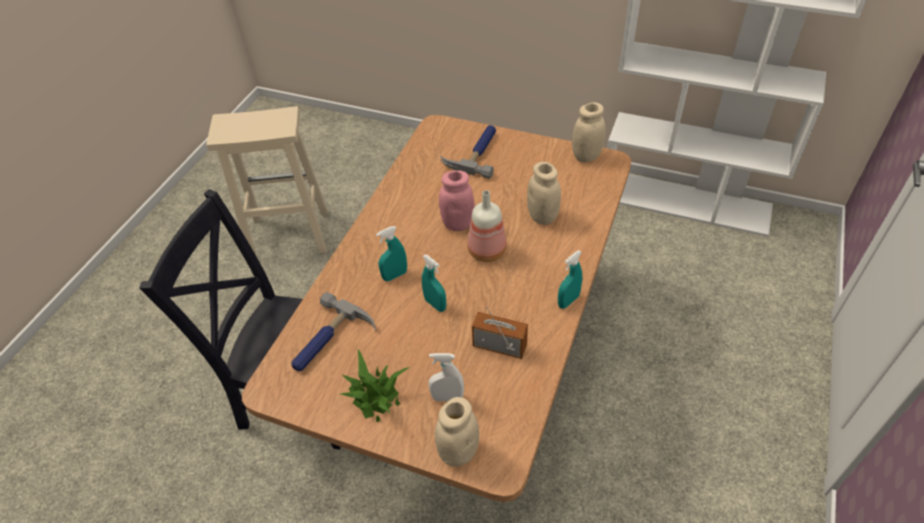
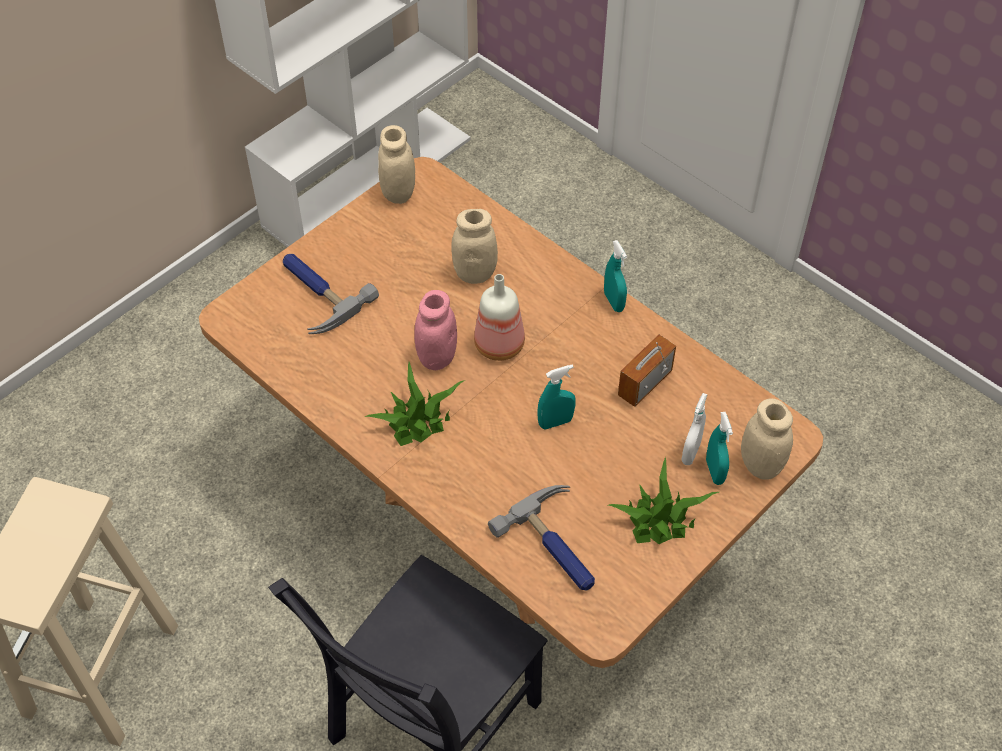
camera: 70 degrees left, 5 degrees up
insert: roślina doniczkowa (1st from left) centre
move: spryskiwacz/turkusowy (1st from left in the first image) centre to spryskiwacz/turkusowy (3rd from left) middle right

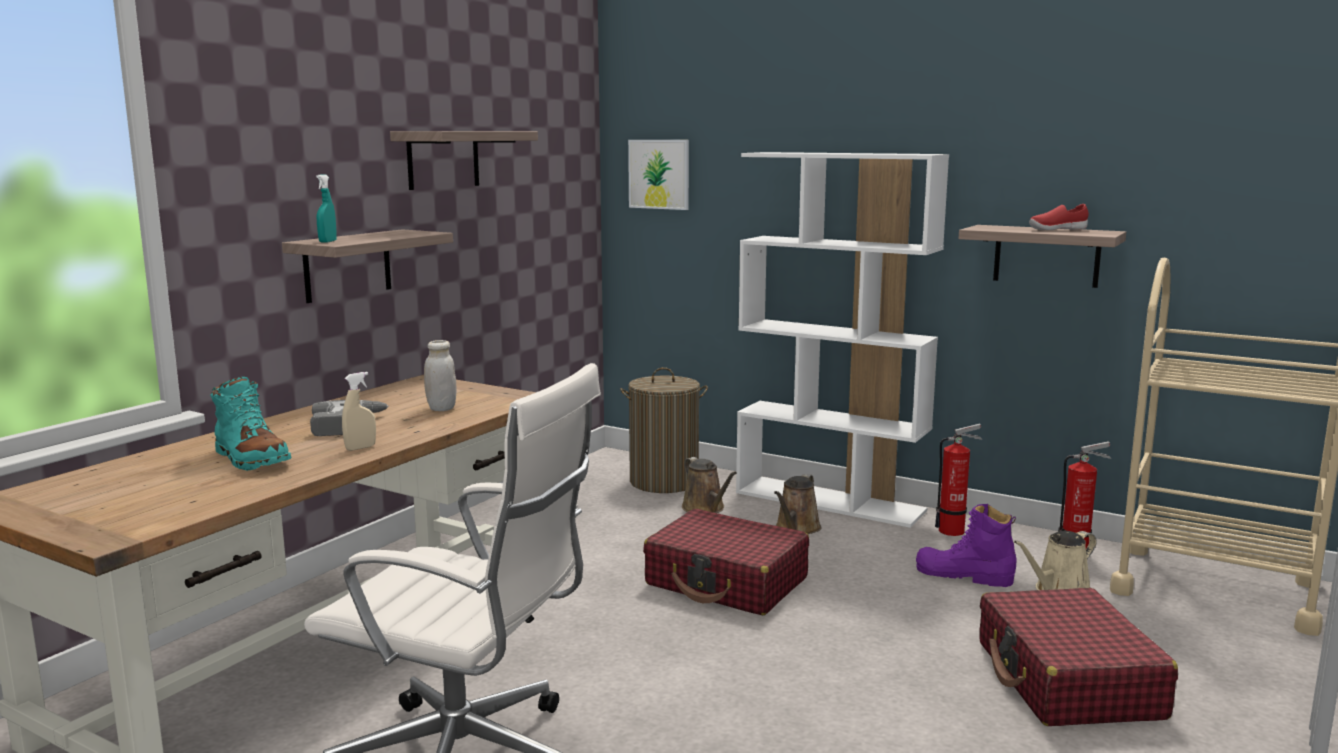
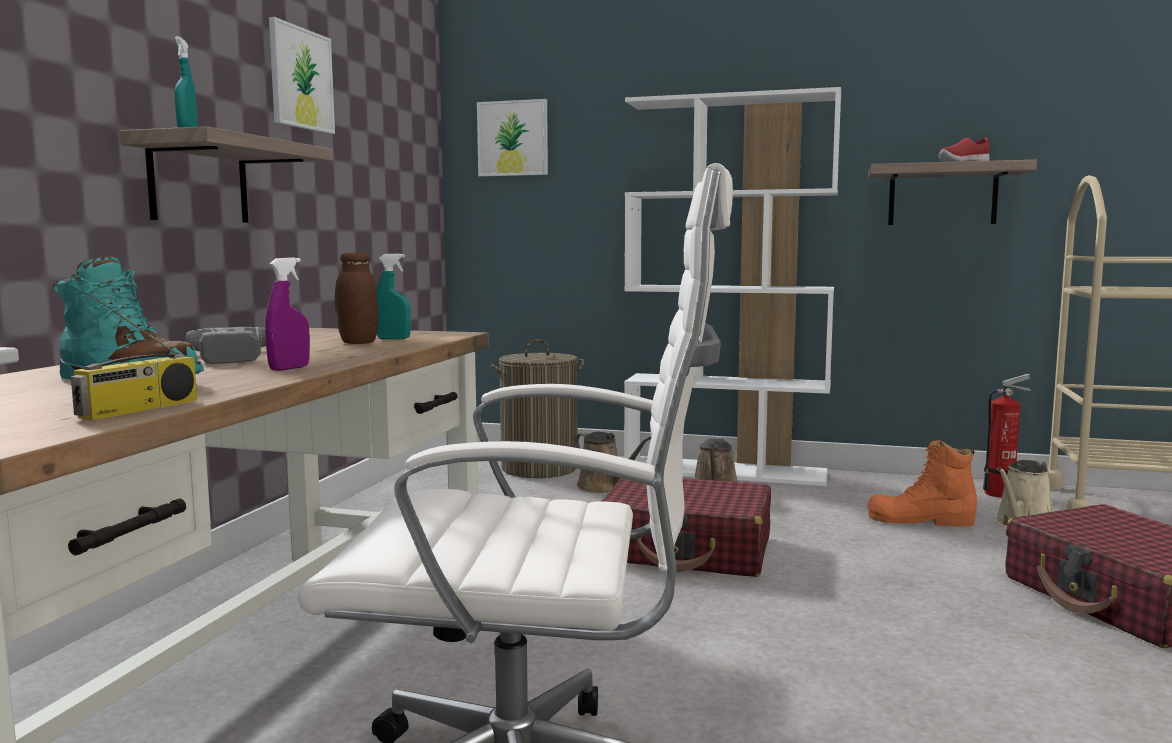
camera: 15 degrees left, 5 degrees down
delete: gaśnica (1st from left) middle right
insert: radio middle left; spryskiwacz/turkusowy (2nd from left) centre
replace: półka (2nd from left) top centre to obraz (1st from left) top left
recolor: spryskiwacz/beżowy middle left to spryskiwacz/fioletowy middle left; słoik/biały middle left to słoik/brązowy middle left; but z cholewką/fioletowy bottom right to but z cholewką/pomarańczowy middle right

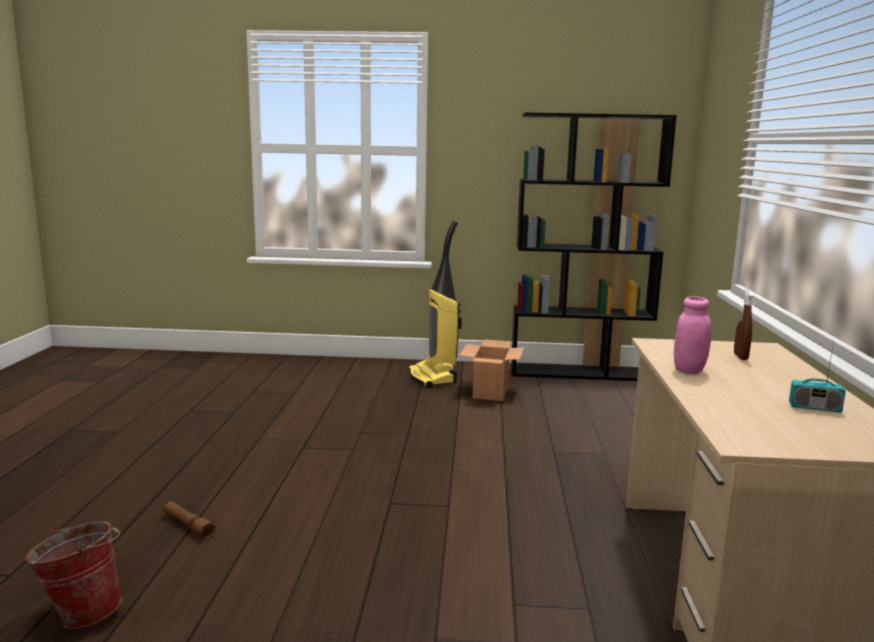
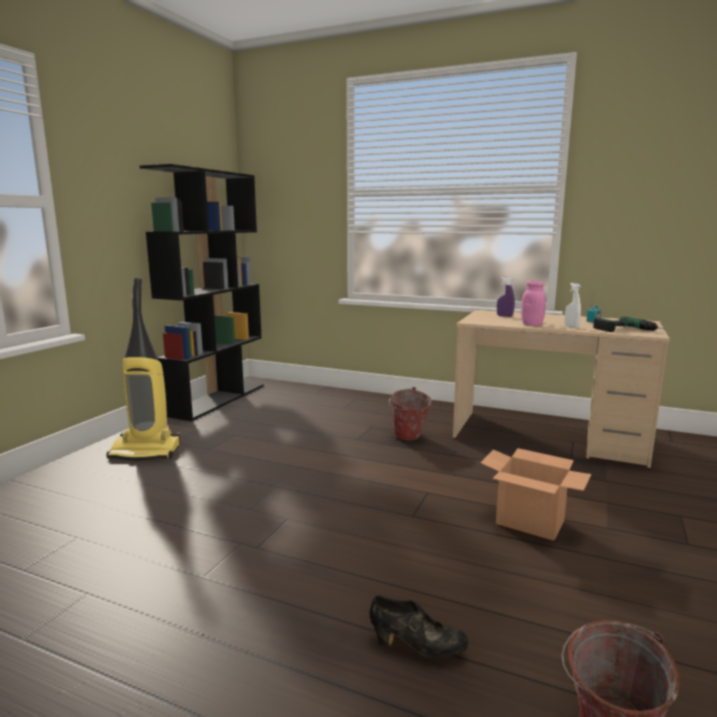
camera: 70 degrees left, 0 degrees up
insert: wiadro (1st from left) centre; spryskiwacz/biały middle right; wiertarka middle right
move: karton centre to bottom right
replace: latarka/brązowy bottom left to but/czarny bottom centre
recolor: spryskiwacz/brązowy middle right to spryskiwacz/fioletowy middle right

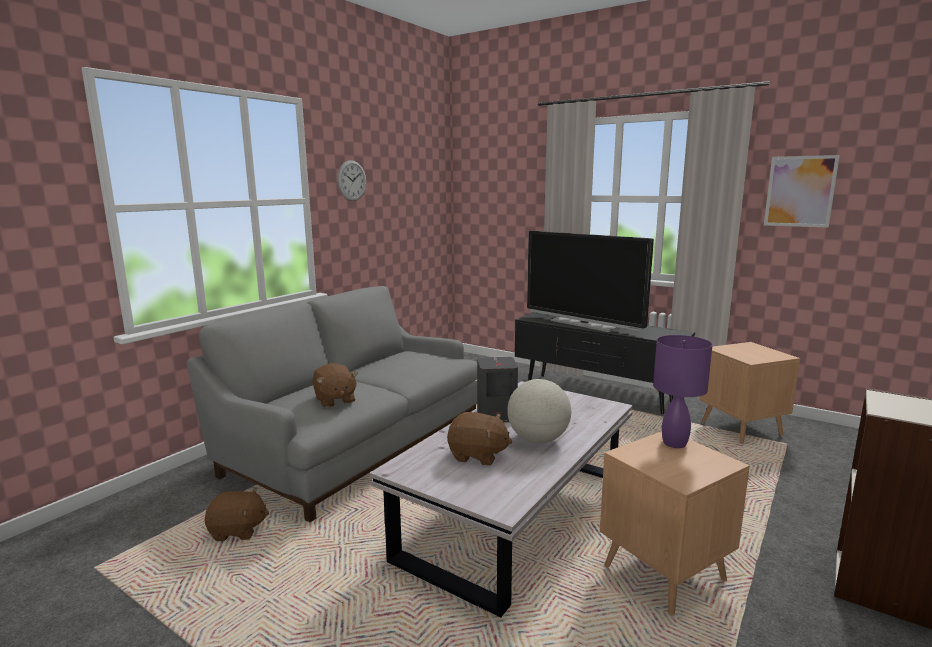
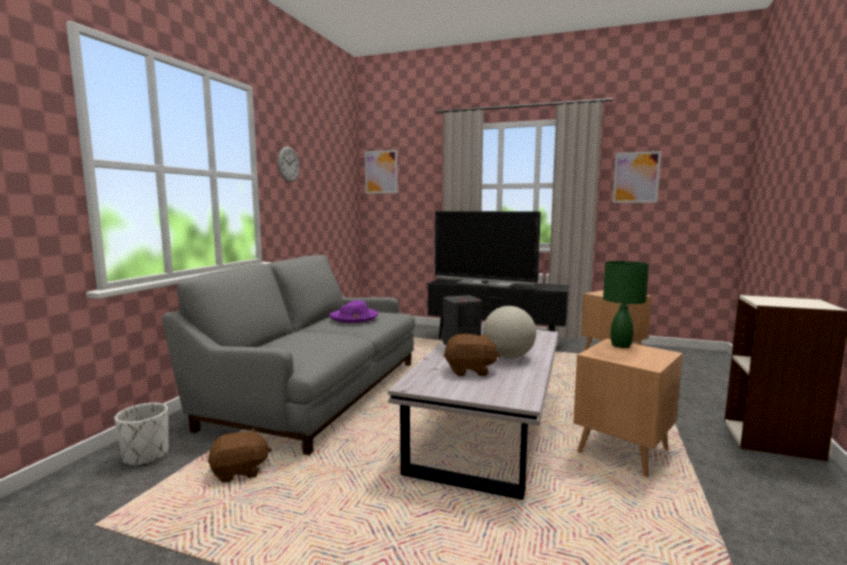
camera: 15 degrees left, 5 degrees down
delete: pluszak/brązowy (2nd from left) centre
insert: donica/biały bottom left; kapelusz/fioletowy centre; obraz (1st from left) top centre
recolor: lampa stołowa/fioletowy middle right to lampa stołowa/zielony middle right

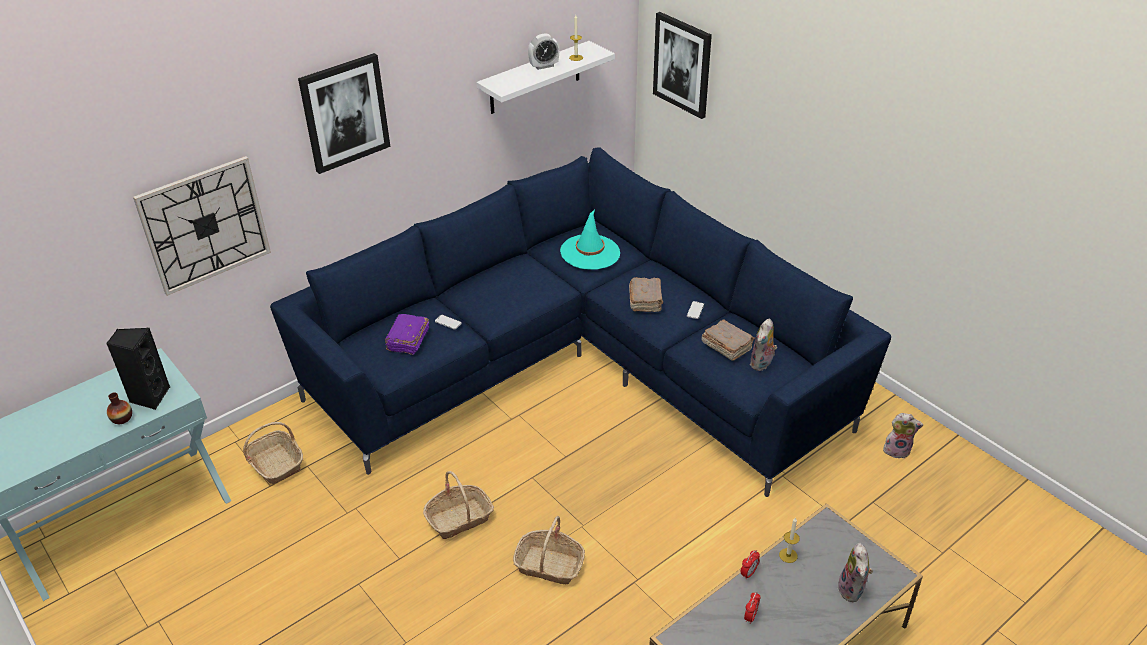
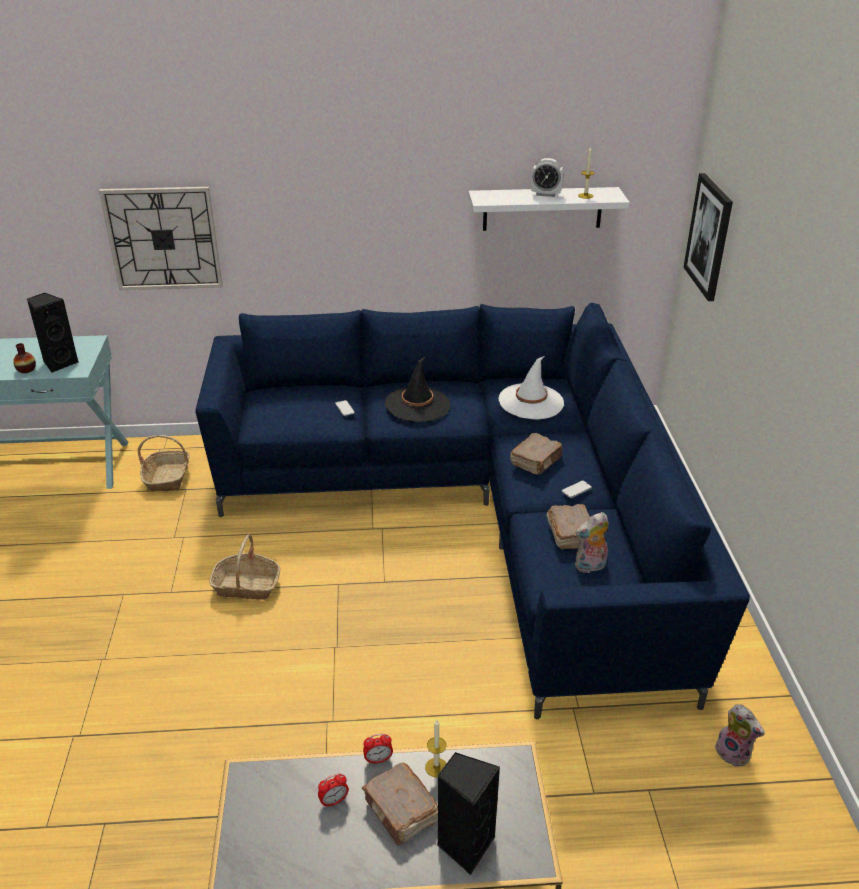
camera: 35 degrees right, 5 degrees down
delete: obraz (1st from left) top left; książka/fioletowy centre; koszyk (3rd from left) bottom centre
insert: książka/brązowy (1st from left) bottom centre; kapelusz/czarny centre
replace: pluszak (2nd from left) bottom right to głośnik/czarny (2nd from left) bottom centre
recolor: kapelusz/turkusowy centre to kapelusz/biały centre

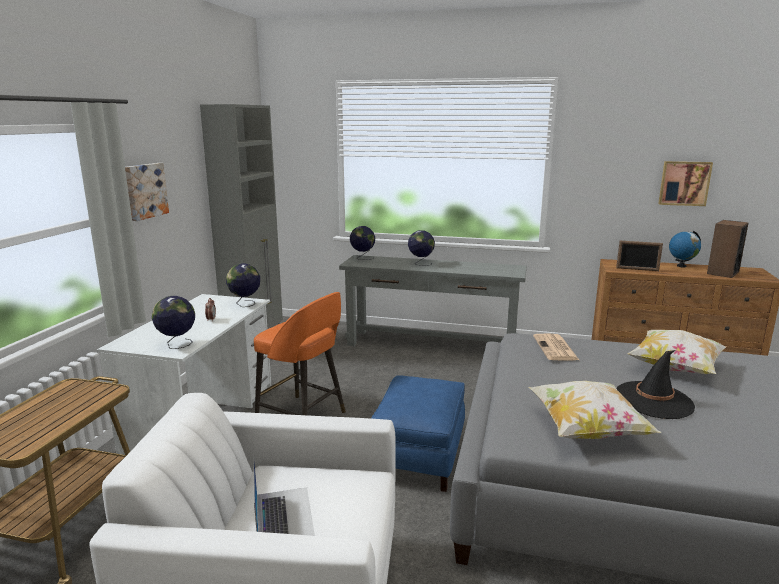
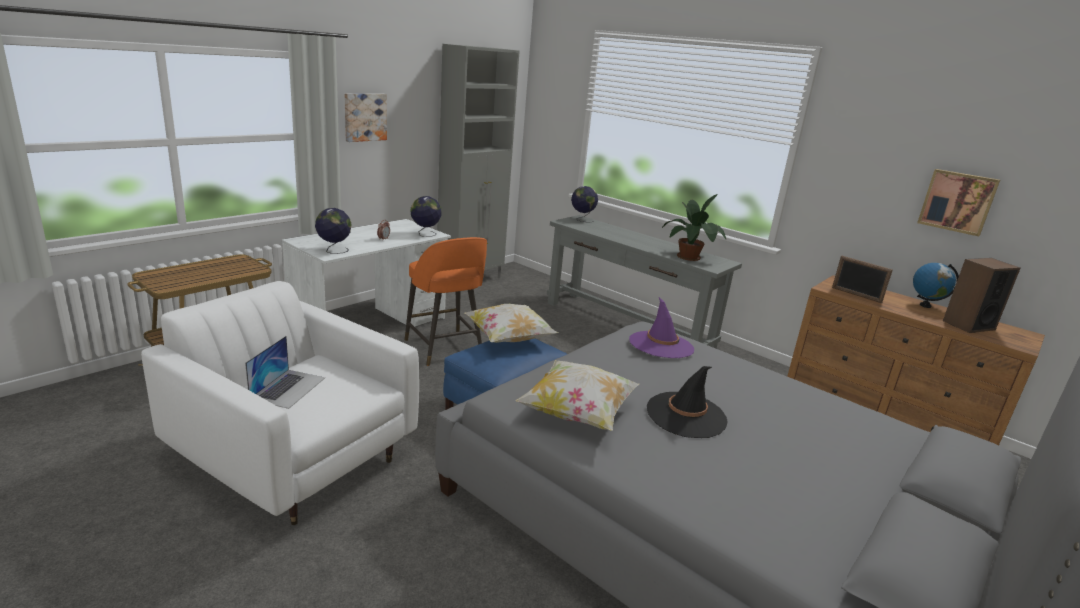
camera: 25 degrees right, 5 degrees up
delete: globus (4th from left) centre
insert: roślina doniczkowa centre
move: poduszka (2nd from left in the first image) middle right to poduszka (1st from left) centre
replace: gazeta middle right to kapelusz/fioletowy centre

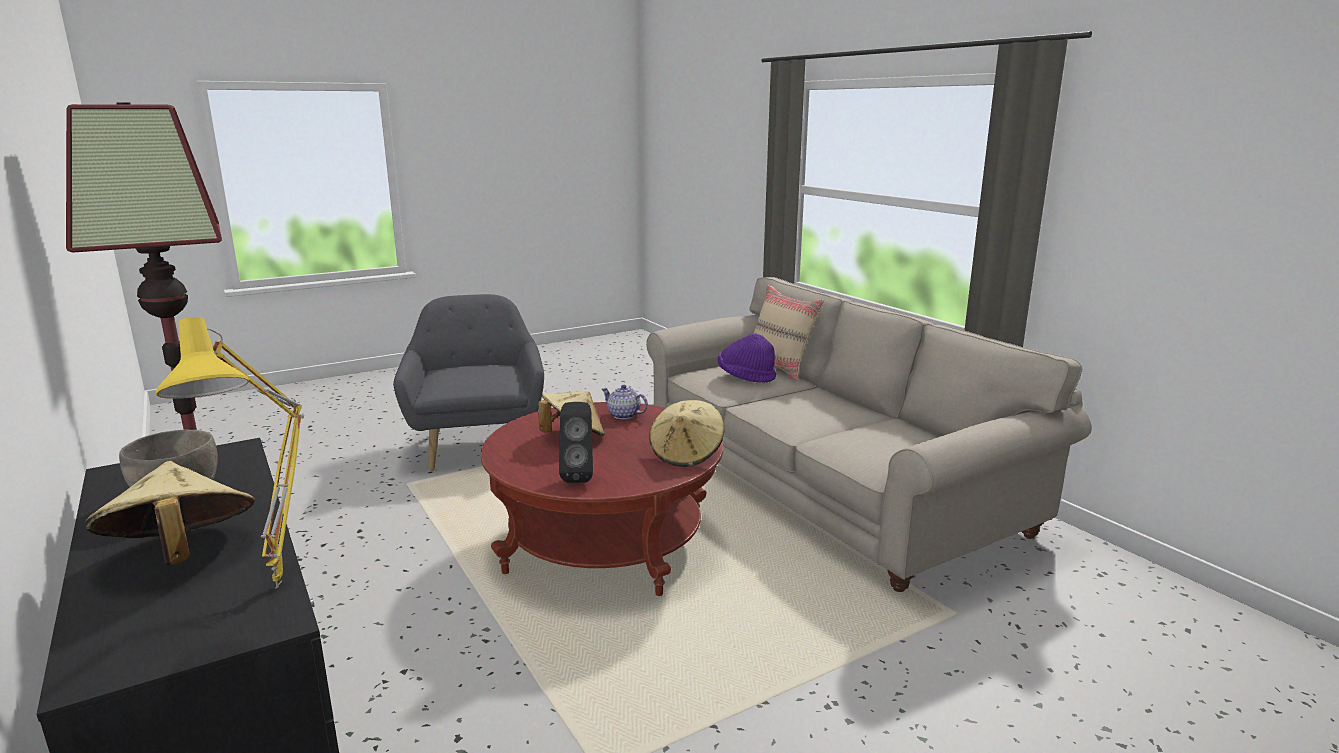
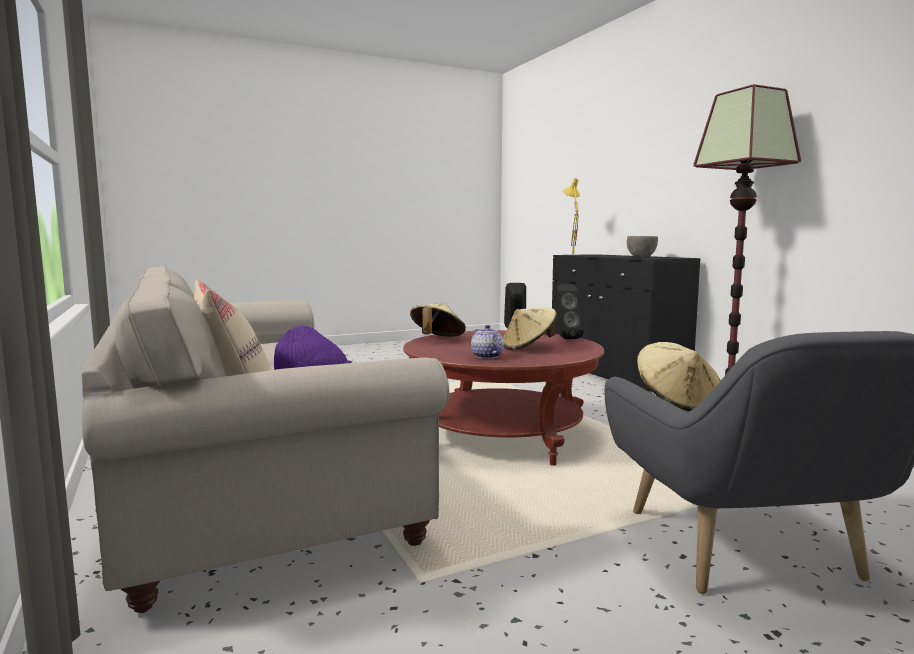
camera: 175 degrees left, 10 degrees down
insert: głośnik/czarny (2nd from left) centre
move: kapelusz/beżowy (1st from left in the first image) bottom left to kapelusz/beżowy (3rd from left) middle right
rotate: imbryk centre = centre 150 degrees counterclockwise

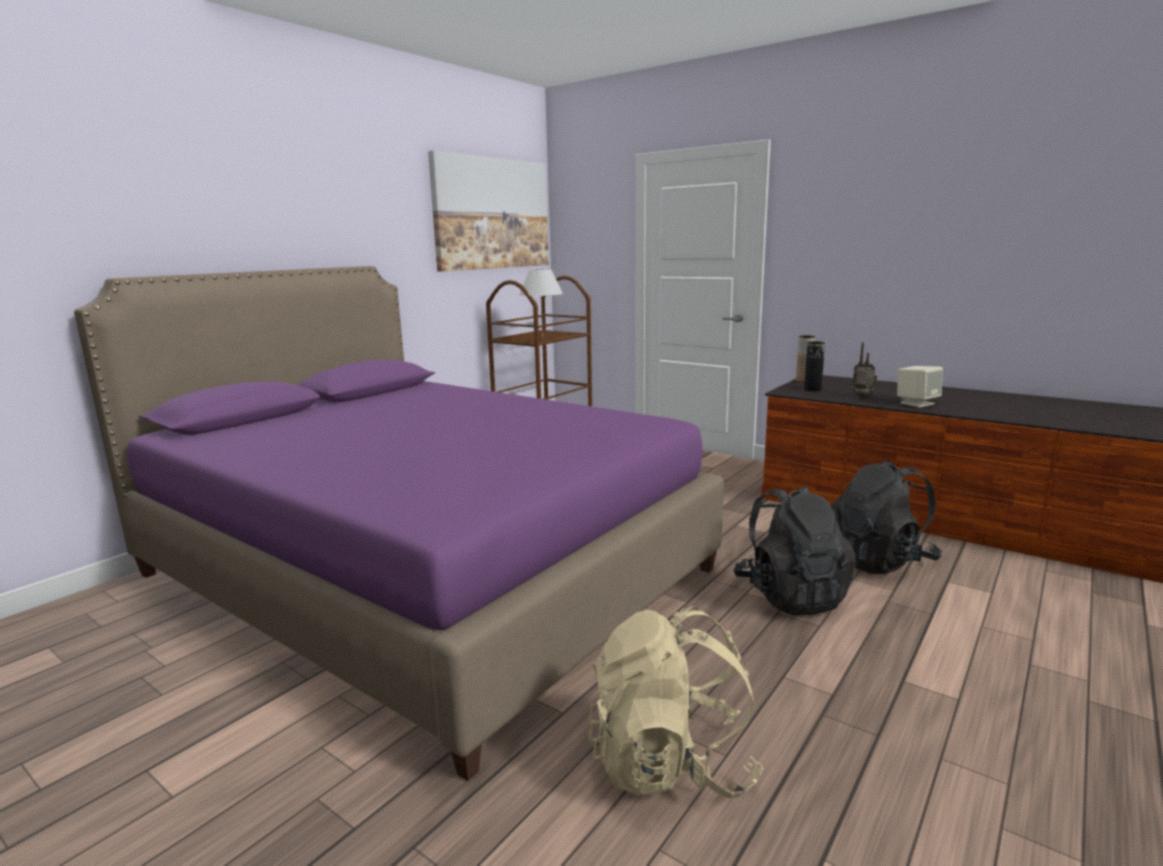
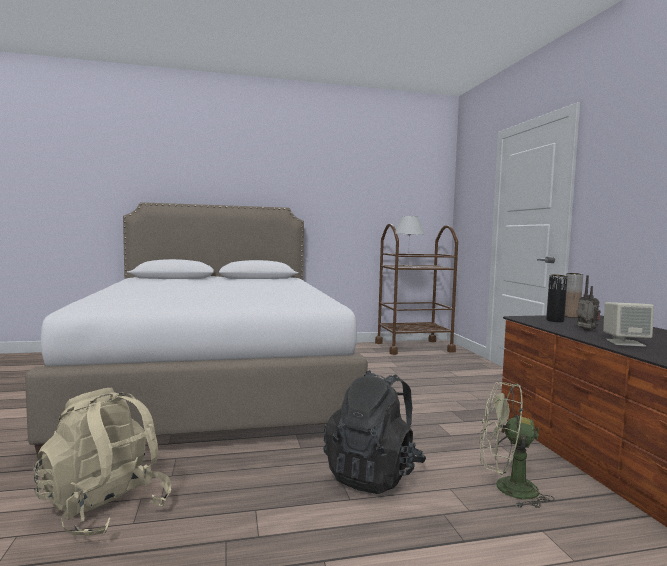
camera: 40 degrees right, 10 degrees down
delete: obraz top centre
replace: plecak/czarny (2nd from left) middle right to wentylator/zielony bottom right
recolor: łóżko/fioletowy centre to łóżko/biały middle left

